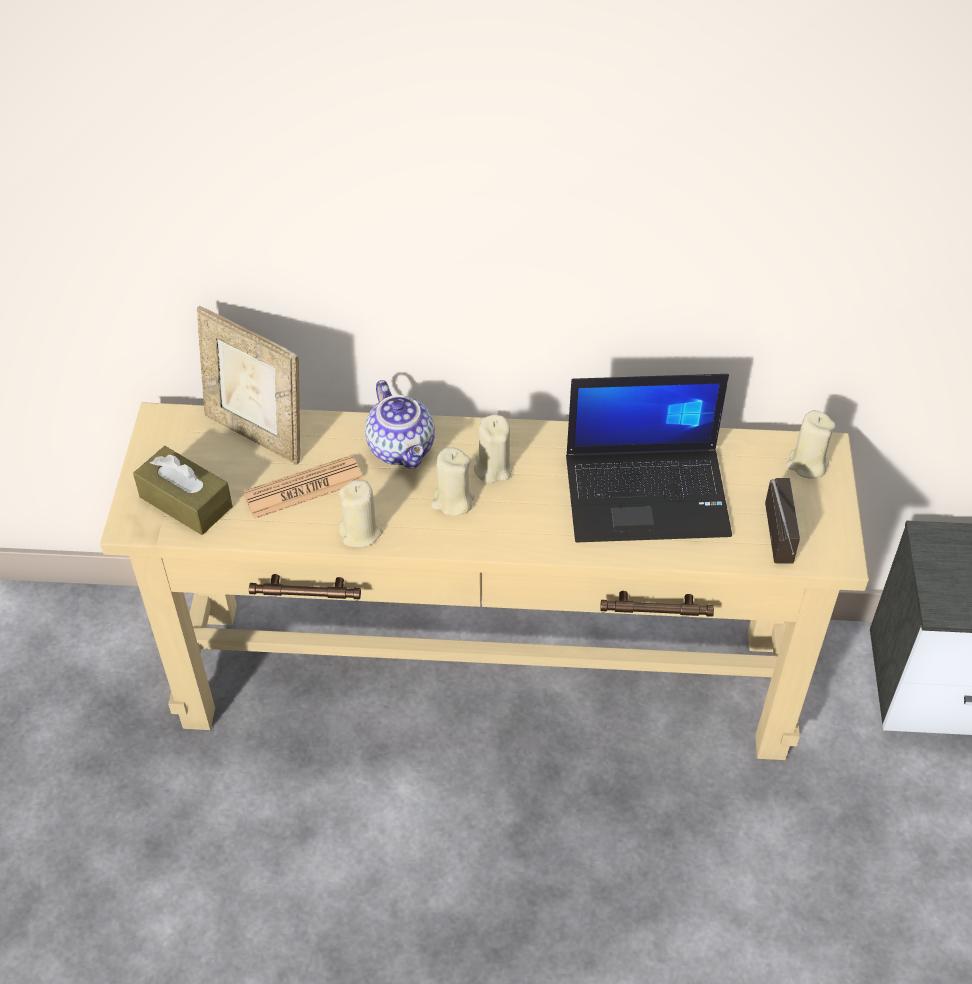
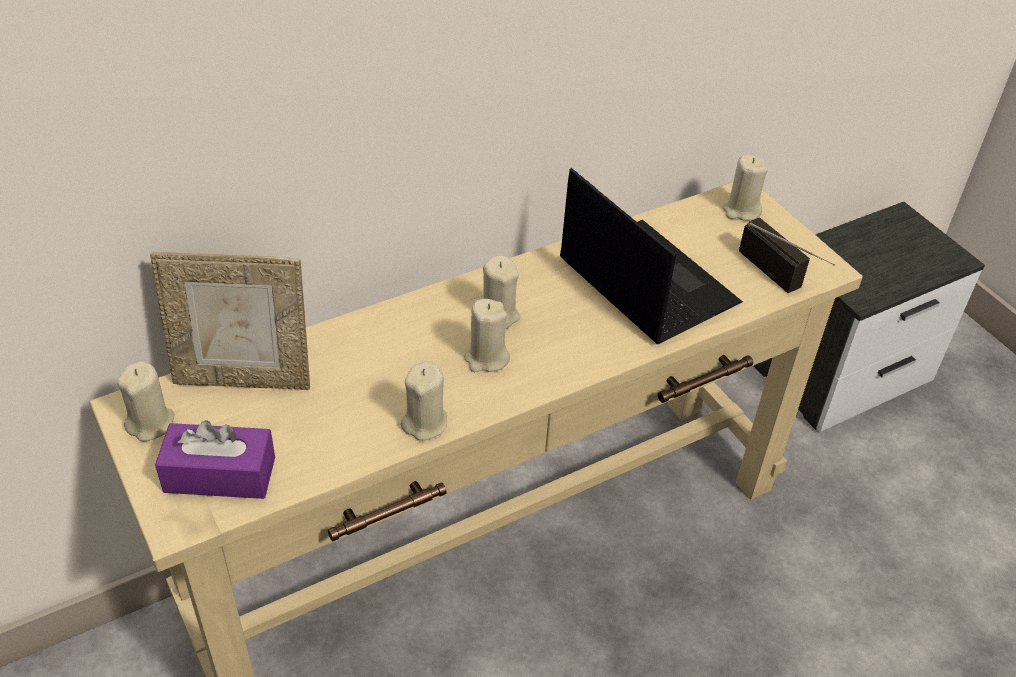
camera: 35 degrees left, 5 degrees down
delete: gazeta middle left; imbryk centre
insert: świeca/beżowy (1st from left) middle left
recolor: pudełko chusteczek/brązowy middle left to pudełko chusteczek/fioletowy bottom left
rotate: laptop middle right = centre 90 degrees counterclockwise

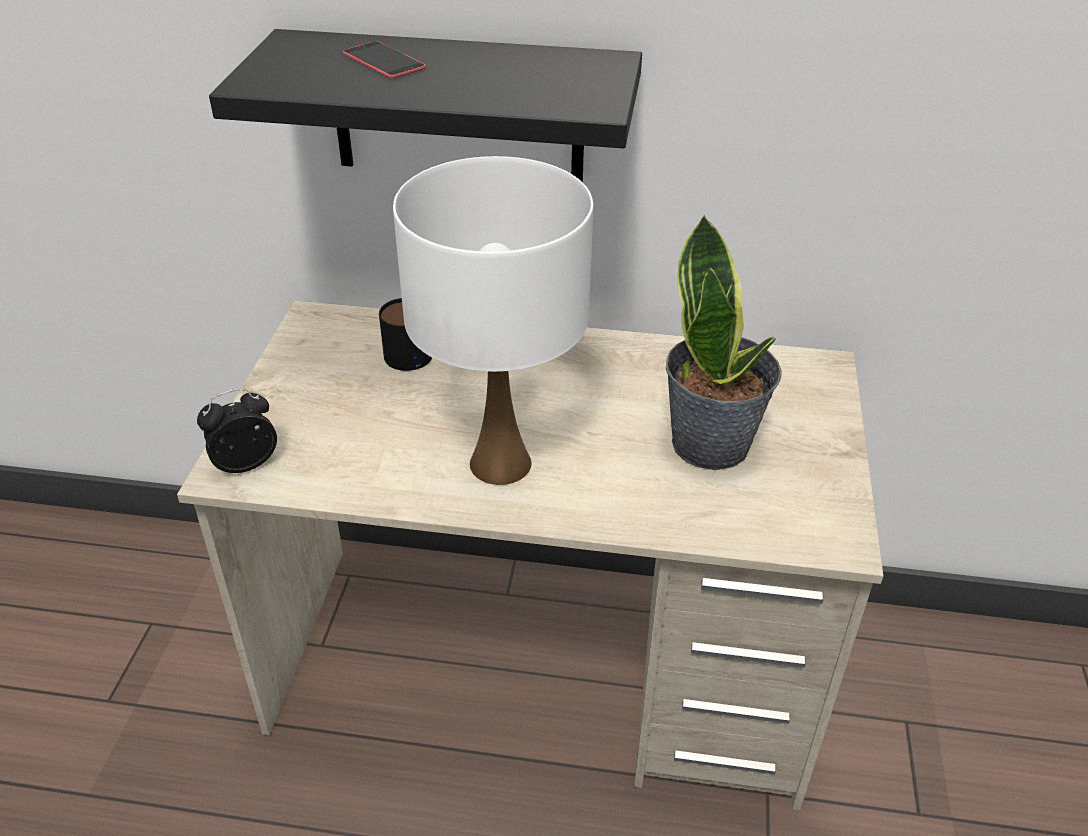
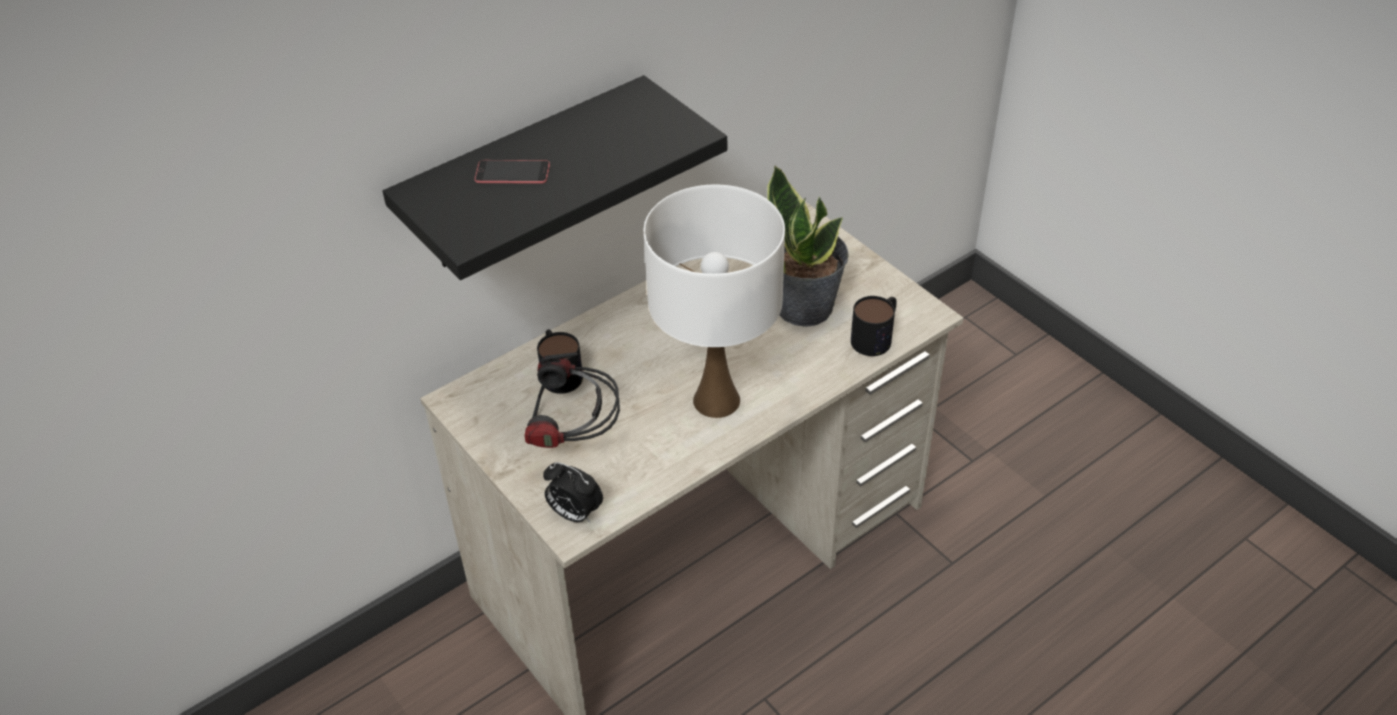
camera: 45 degrees left, 5 degrees up
insert: słuchawki centre; kubek (2nd from left) centre
rotate: budzik middle left = bottom centre 75 degrees counterclockwise

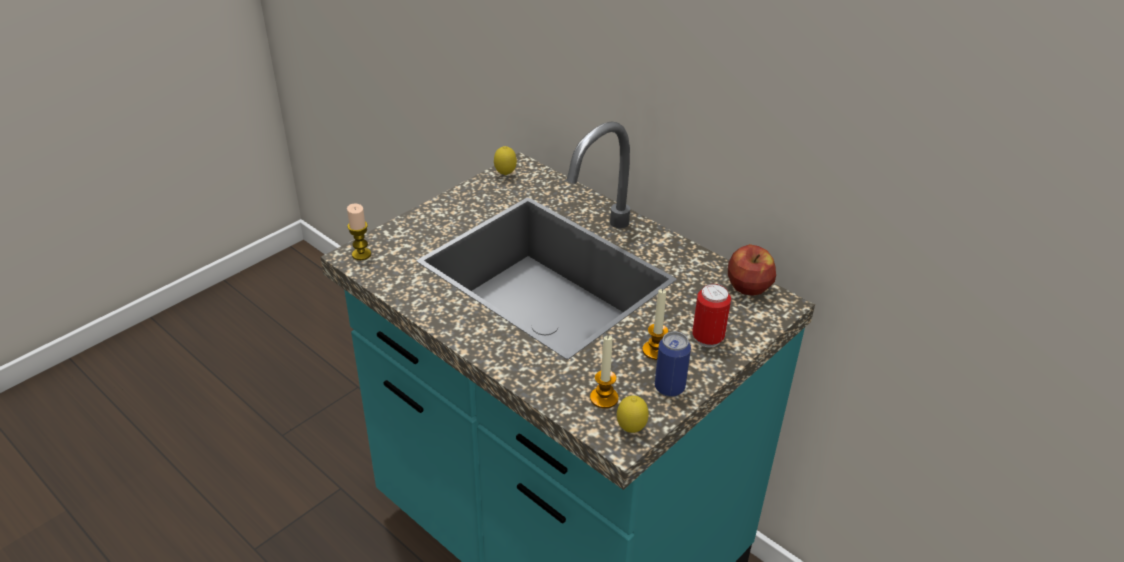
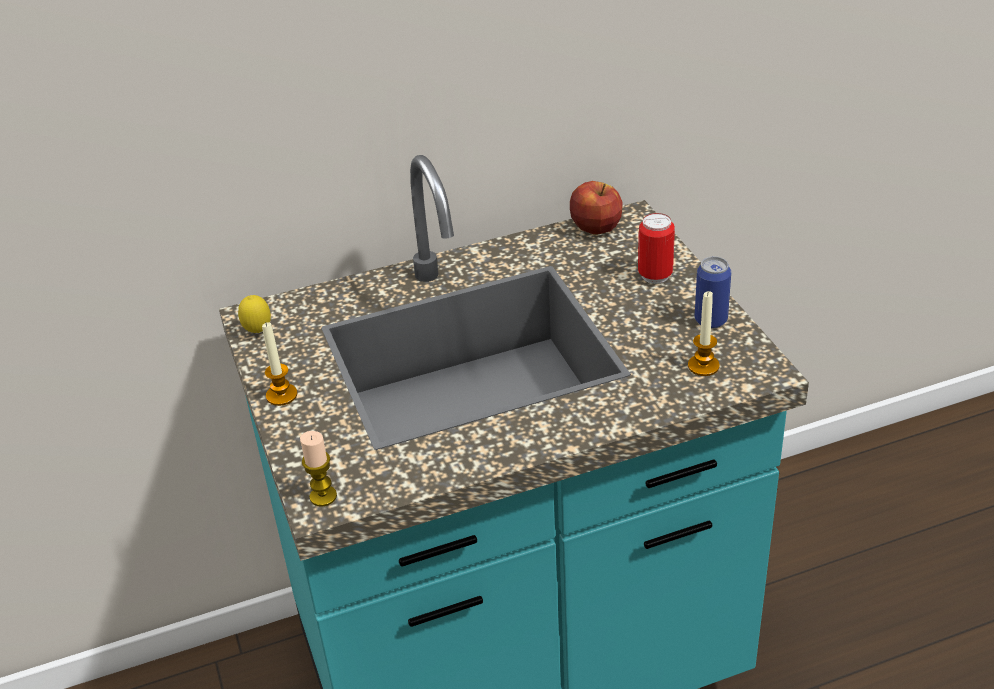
camera: 60 degrees left, 0 degrees up
delete: cytryna (2nd from left) bottom centre
move: świeca (3rd from left in the first image) centre to świeca (1st from left) middle left

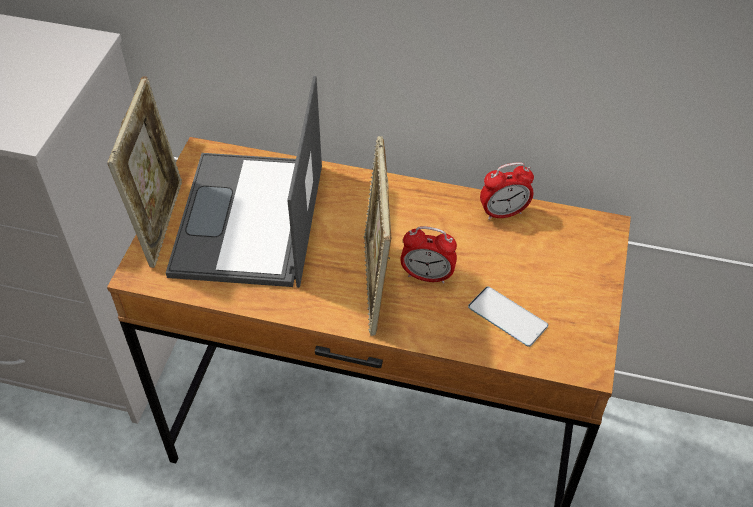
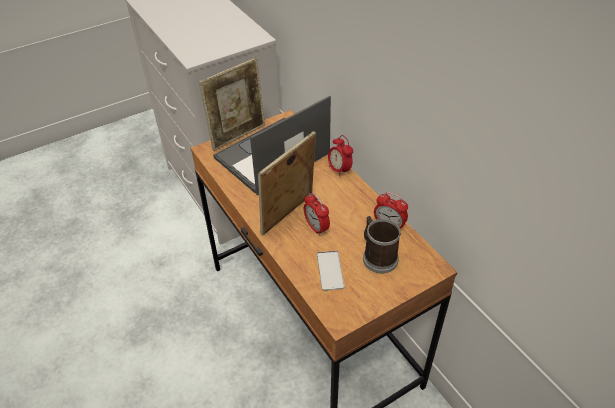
camera: 45 degrees right, 5 degrees down
insert: budzik (2nd from left) centre; kubek centre

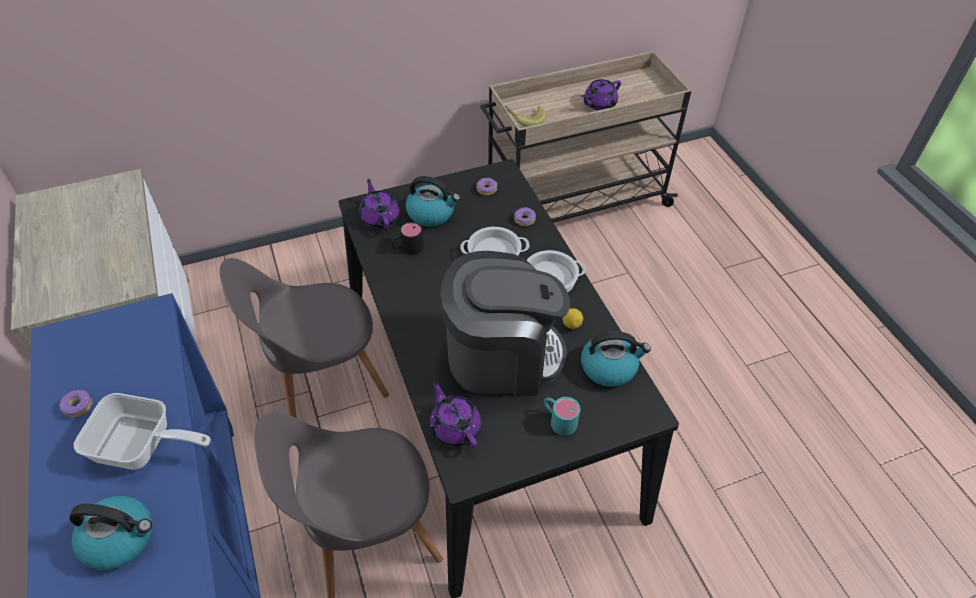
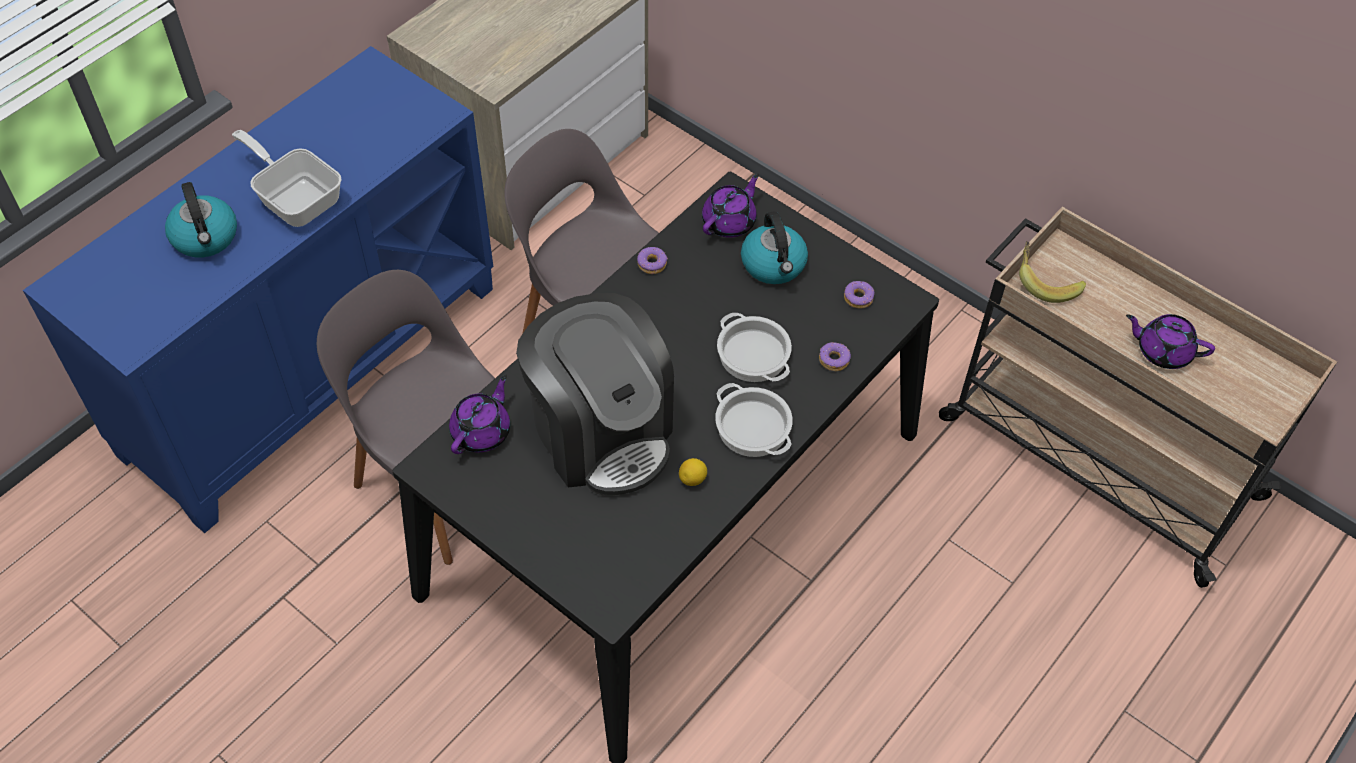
camera: 60 degrees right, 5 degrees up
delete: kubek/czarny centre; kubek/turkusowy bottom centre; czajnik (3rd from left) centre
move: donut (1st from left) bottom left to centre
rotate: patelnia bottom left = top left 150 degrees clockwise

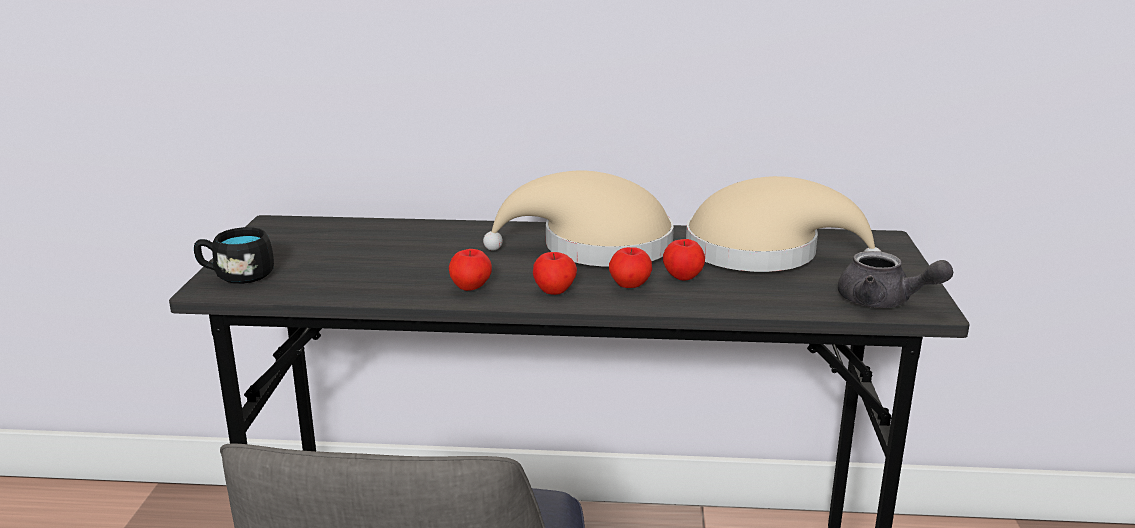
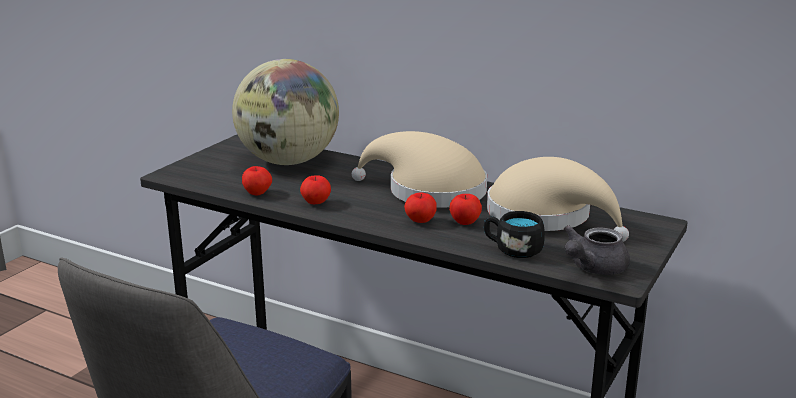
camera: 25 degrees right, 0 degrees up
insert: globus top centre
move: jabłko (2nd from left in the first image) centre to jabłko (1st from left) middle left; kubek/czarny middle left to centre
rotate: imbryk/szary middle right = middle right 75 degrees clockwise

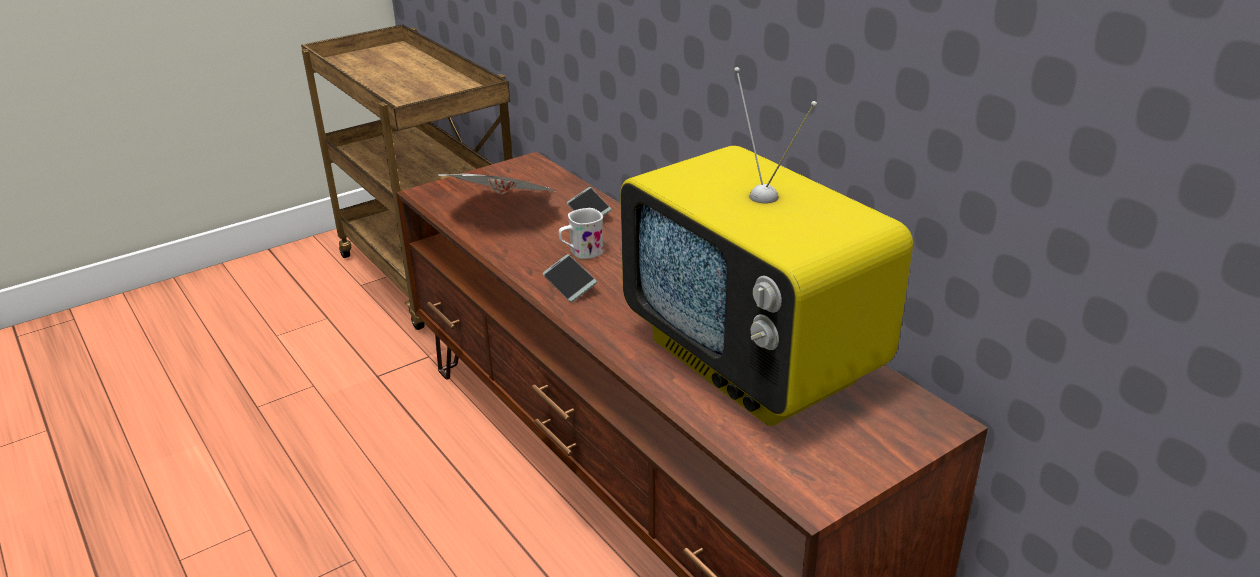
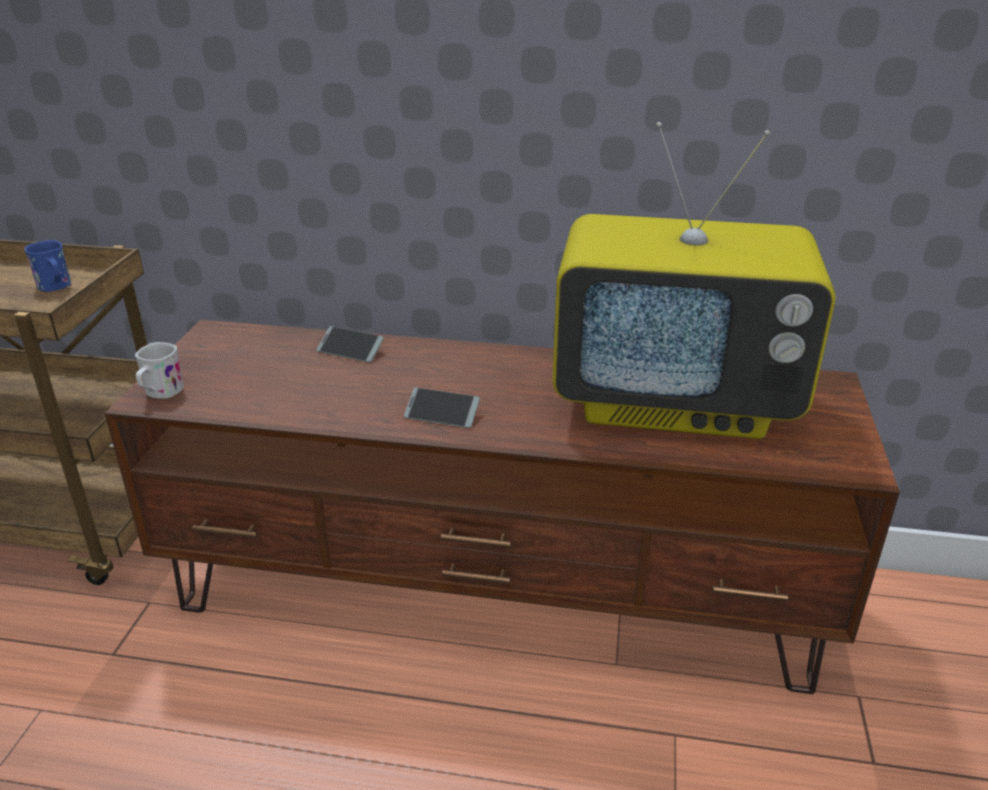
camera: 45 degrees left, 0 degrees up
delete: gazeta top centre
insert: kubek/niebieski middle left
move: kubek/biały centre to middle left

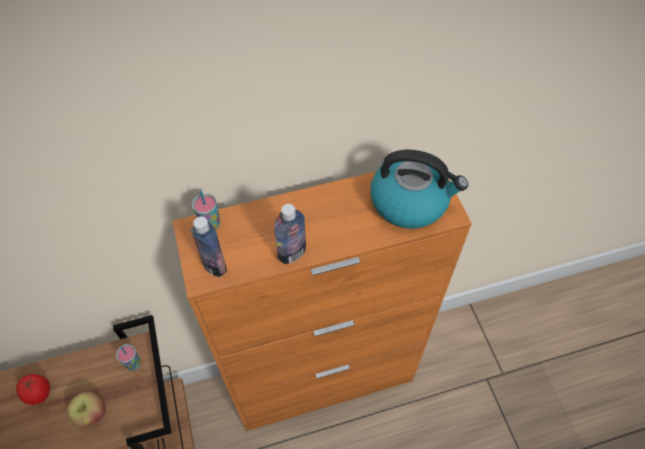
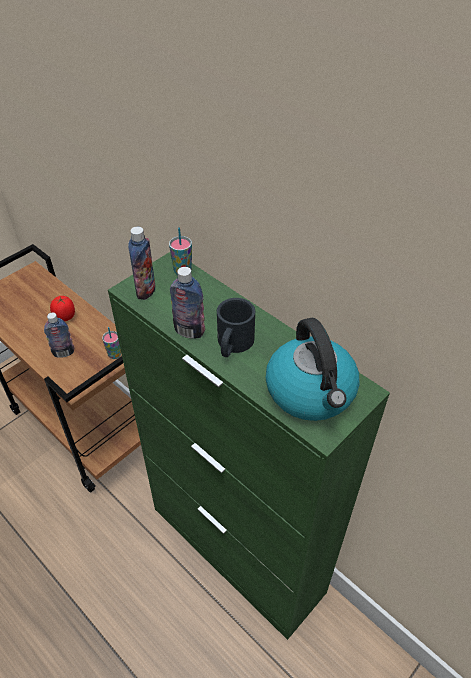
camera: 60 degrees right, 10 degrees down
insert: kubek/czarny centre
replace: jabłko bottom left to butelka (1st from left) middle left
recolor: szafka/pomarańczowy bottom centre to szafka/zielony centre

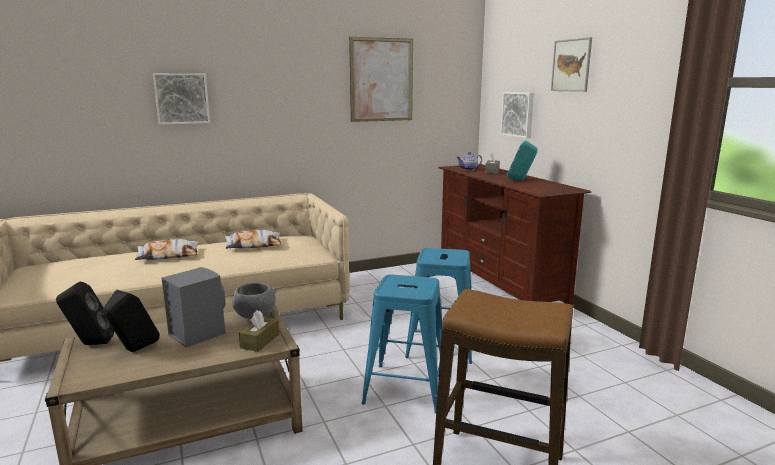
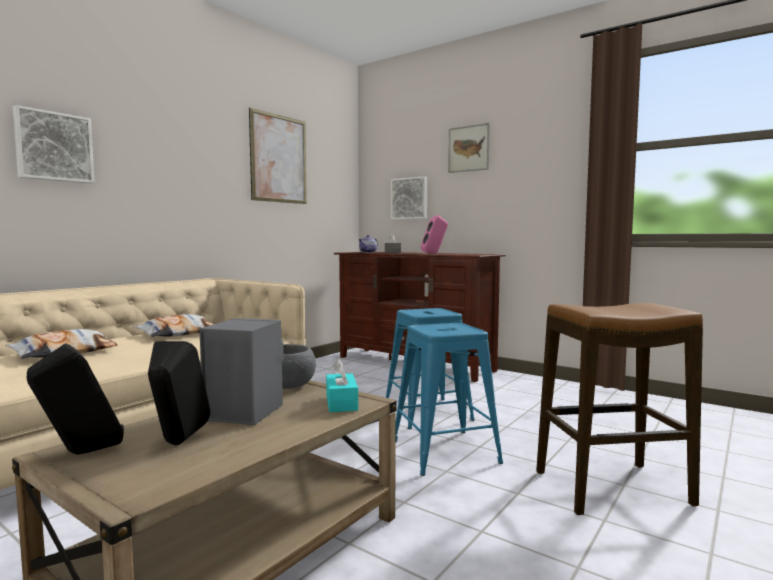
camera: 30 degrees left, 10 degrees down
recolor: pudełko chusteczek/brązowy bottom centre to pudełko chusteczek/turkusowy centre; głośnik/turkusowy middle right to głośnik/różowy centre

